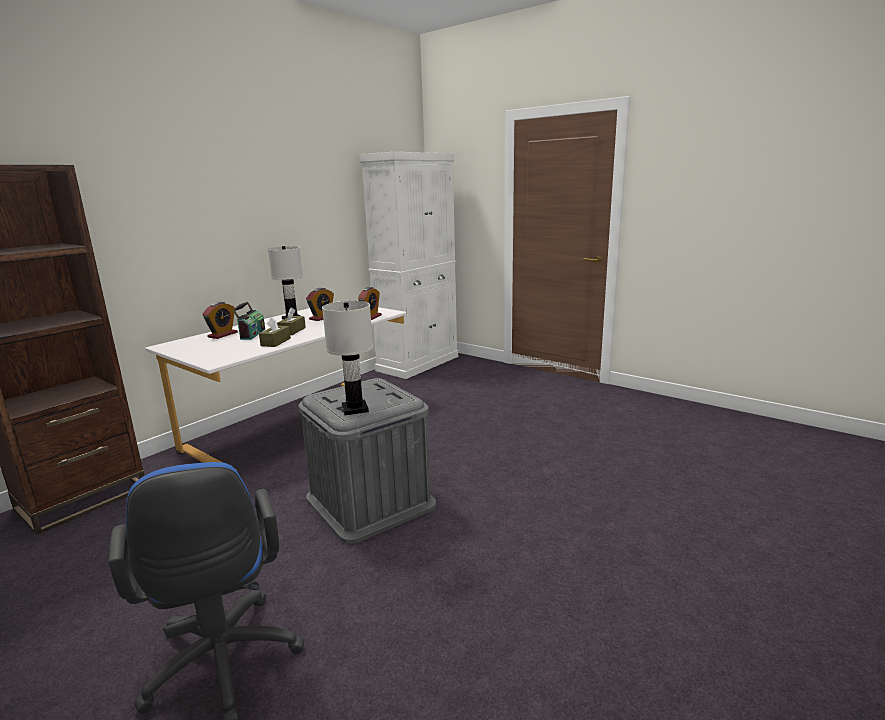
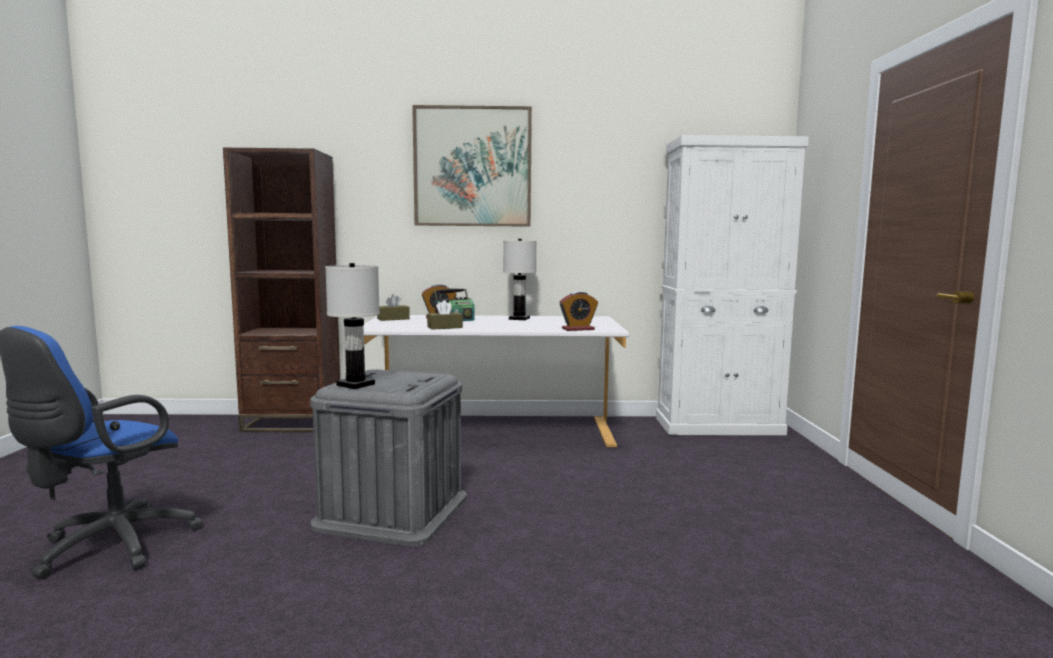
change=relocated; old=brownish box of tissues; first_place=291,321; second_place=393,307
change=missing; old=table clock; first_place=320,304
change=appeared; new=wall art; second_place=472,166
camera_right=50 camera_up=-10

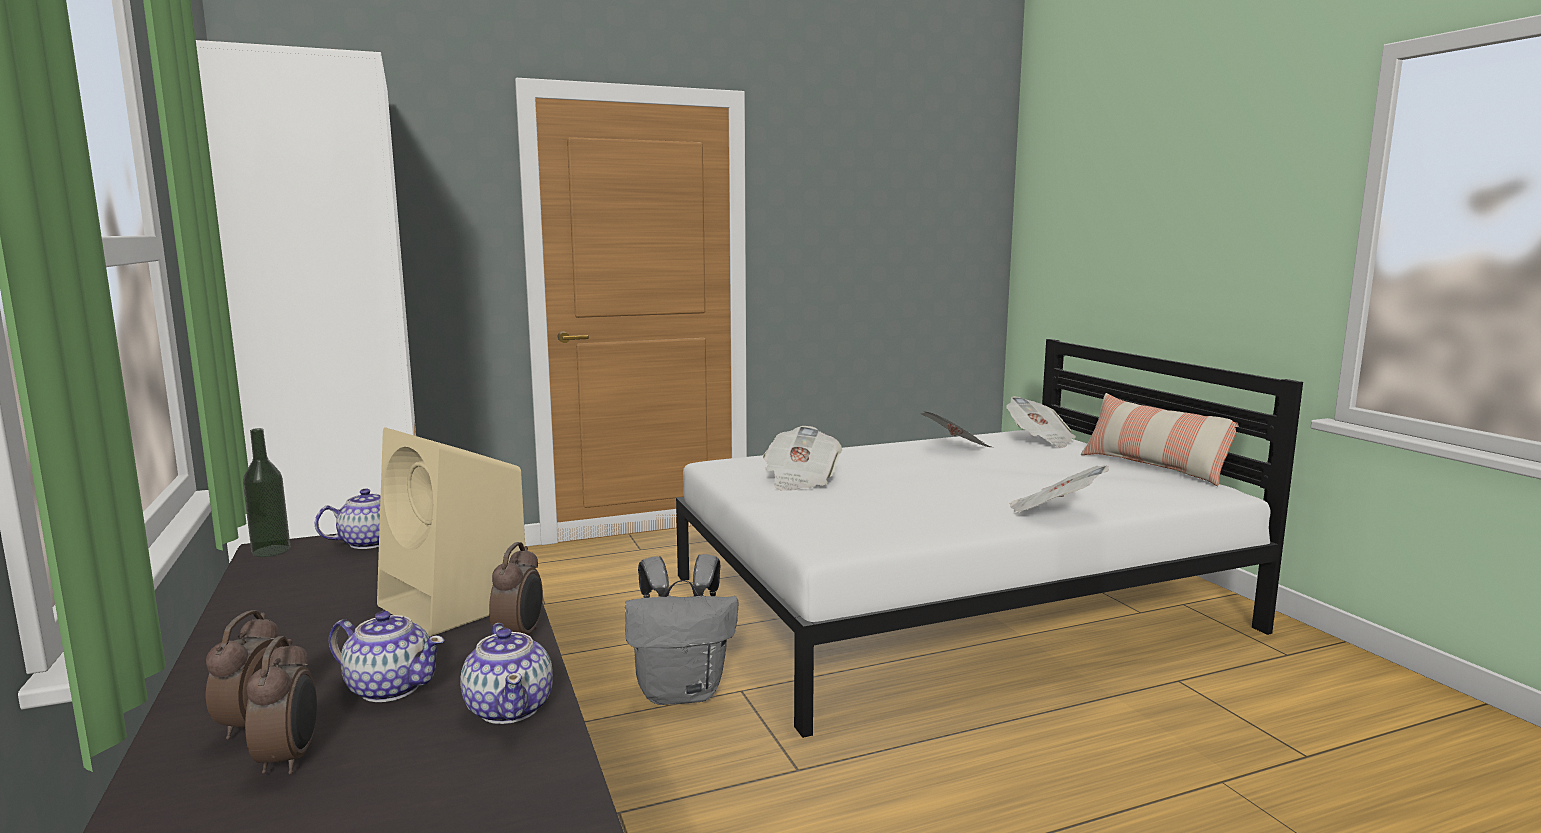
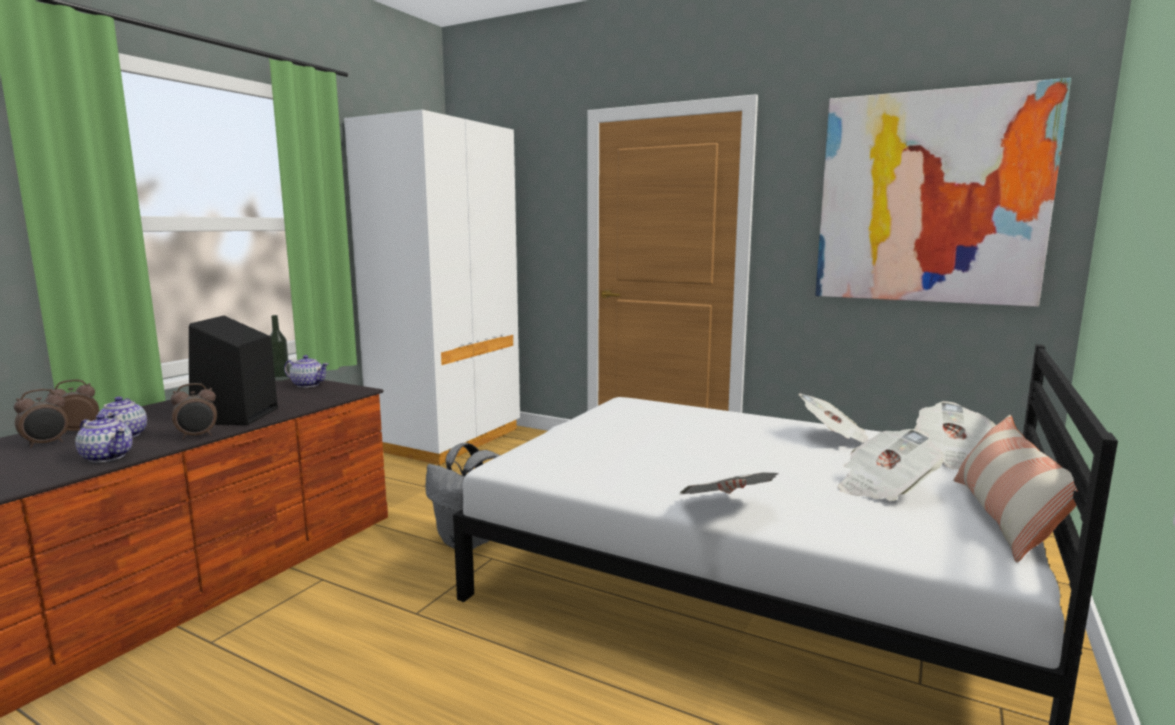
change=colour; old=sand-coloured speaker; new=black-coloured speaker; first_place=451,531; second_place=233,370
change=spun; old=tea pot; first_place=506,673; second_place=104,438; degrees=-90
change=relocated; old=newspaper; first_place=802,458; second_place=891,465
change=appeared; new=wall art; second_place=943,192
camera_right=50 camera_up=0

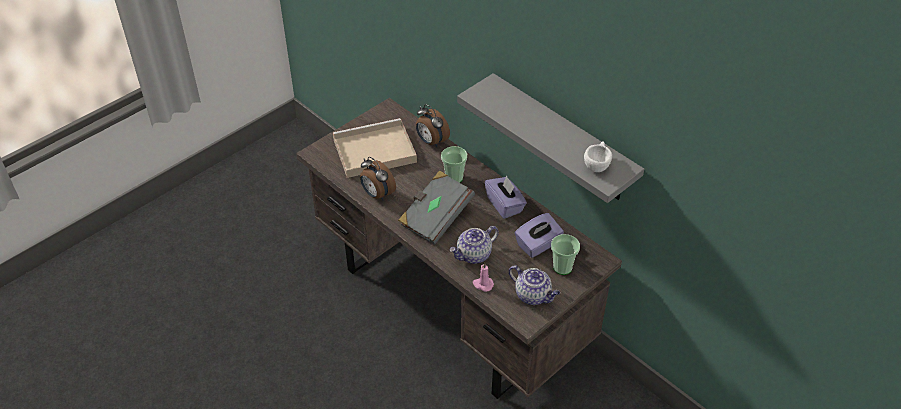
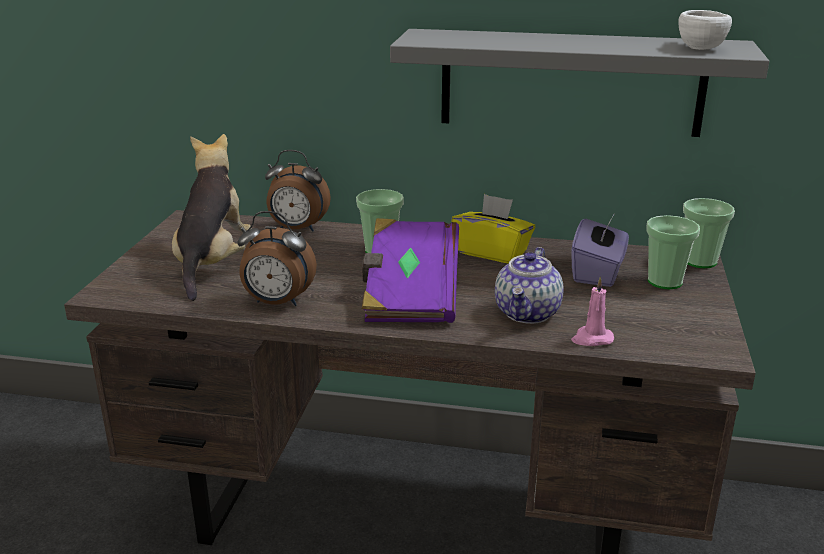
change=exchanged; old=sand-coloured carrying tray; new=plush toy; first_place=375,148; second_place=212,217
change=colour; old=gray volume; new=purplish volume; first_place=436,207; second_place=410,270
change=colour; old=purplish box of tissues; new=yellow-coloured box of tissues; first_place=506,197; second_place=493,228
change=missing; old=tea pot; first_place=534,285
change=appeared; new=cup; second_place=709,233
camera_right=-35 camera_up=-20

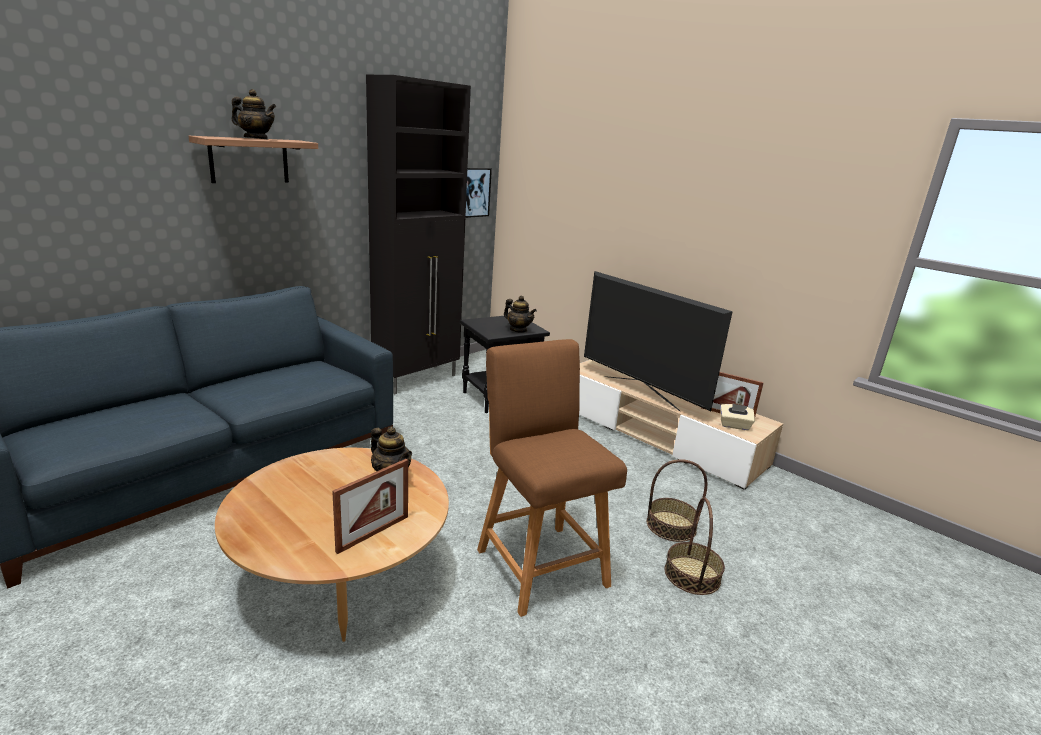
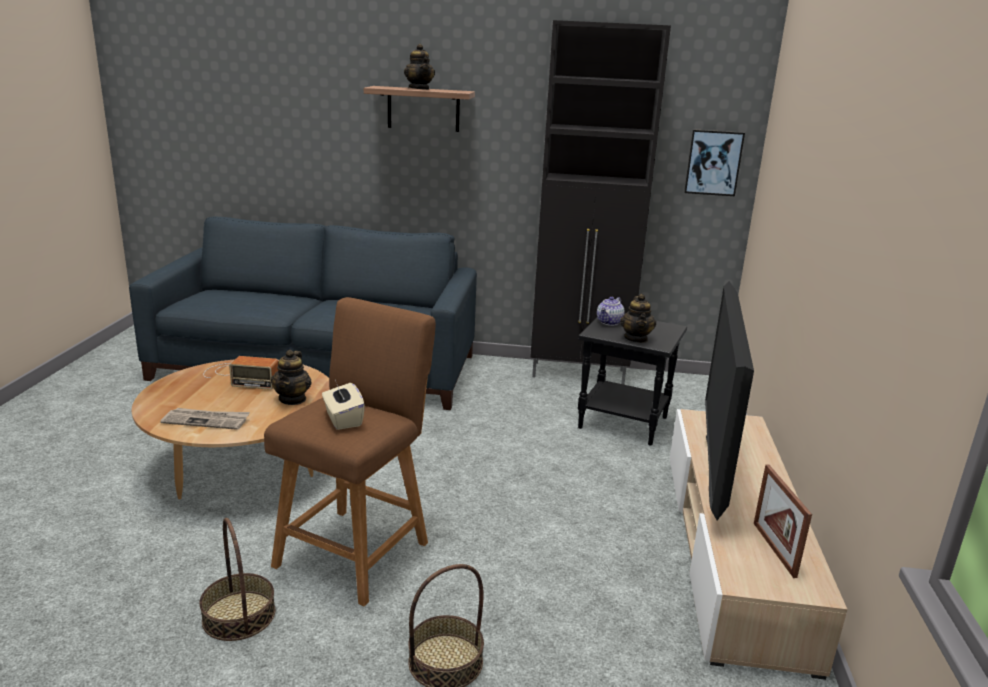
change=exchanged; old=photo frame; new=newspaper; first_place=370,506; second_place=205,419
change=relocated; old=basket; first_place=677,500; second_place=237,579
change=relocated; old=sand-coloured box of tissues; first_place=737,417; second_place=343,405
change=appeared; new=radio; second_place=241,373
change=appeared; new=tea pot; second_place=611,311
camera_right=55 camera_up=0

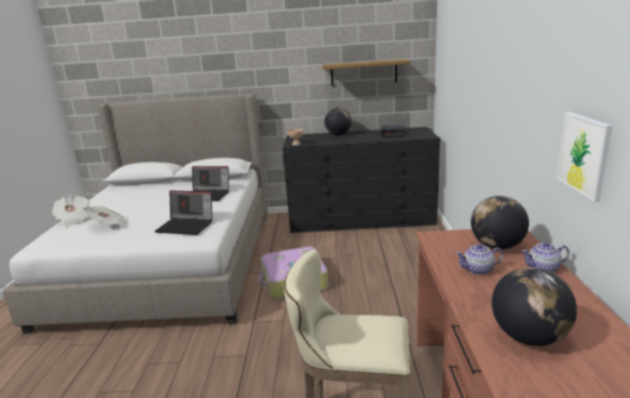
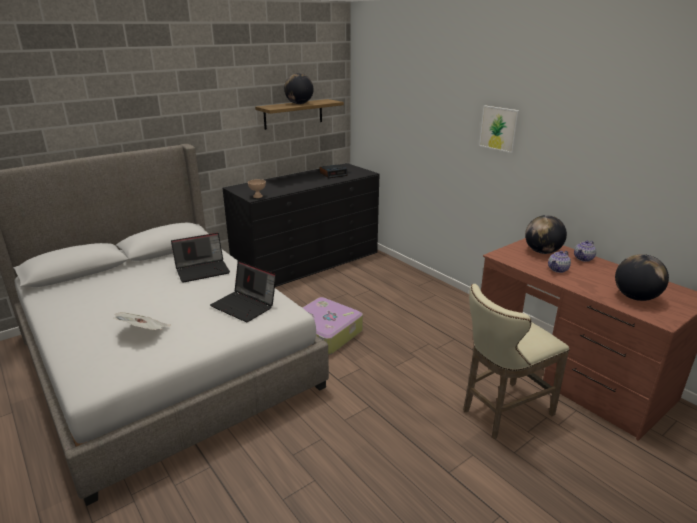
change=missing; old=newspaper; first_place=71,210
change=spun; old=notebook computer; first_place=183,212; second_place=243,291; degrees=60
change=relocated; old=desk globe; first_place=338,121; second_place=298,88
change=relocated; old=wall art; first_place=584,157; second_place=499,129
camera_right=-40 camera_up=5

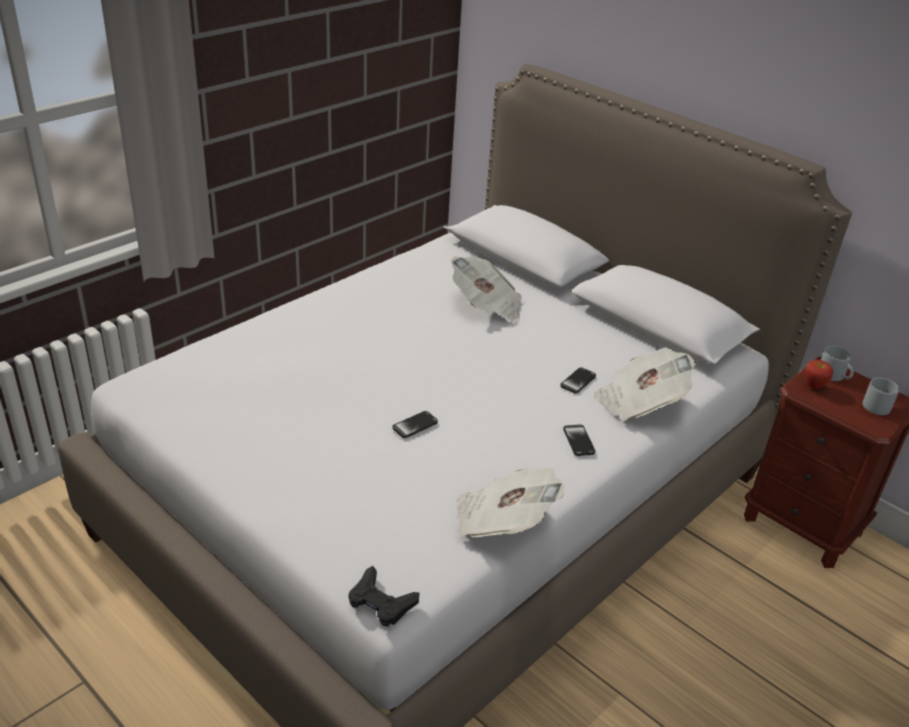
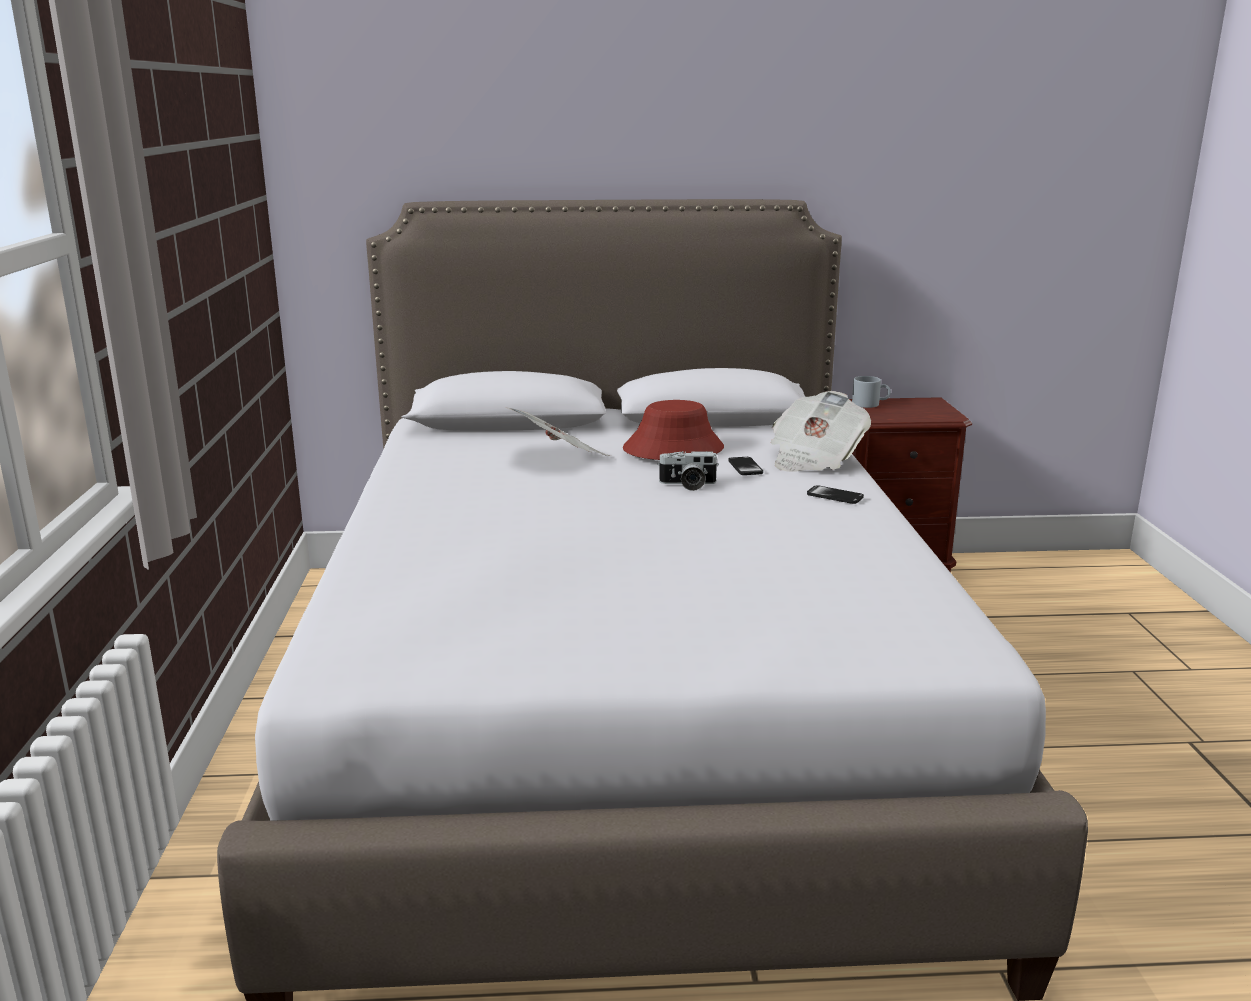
change=missing; old=black-coloured gamepad; first_place=383,596
change=missing; old=handset; first_place=415,424
change=missing; old=newspaper; first_place=510,502
change=missing; old=whole apple; first_place=819,374
change=missing; old=gray tea mug; first_place=881,396
change=appeared; new=reddish clothing hat; second_place=673,430
change=appeared; new=photo camera; second_place=688,471
camera_right=-45 camera_up=-15

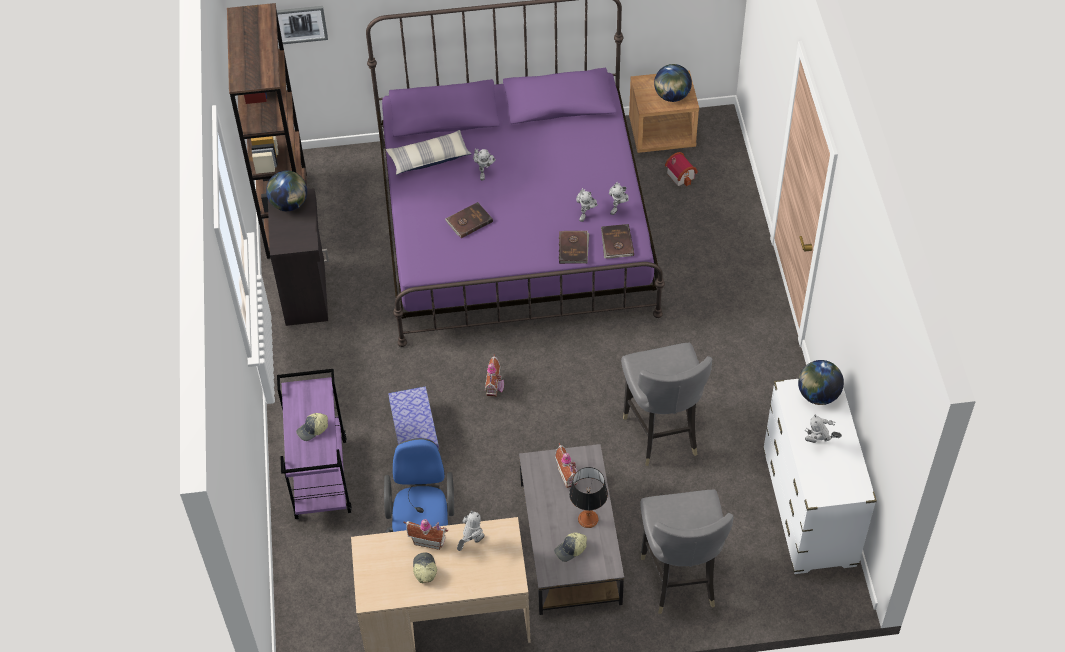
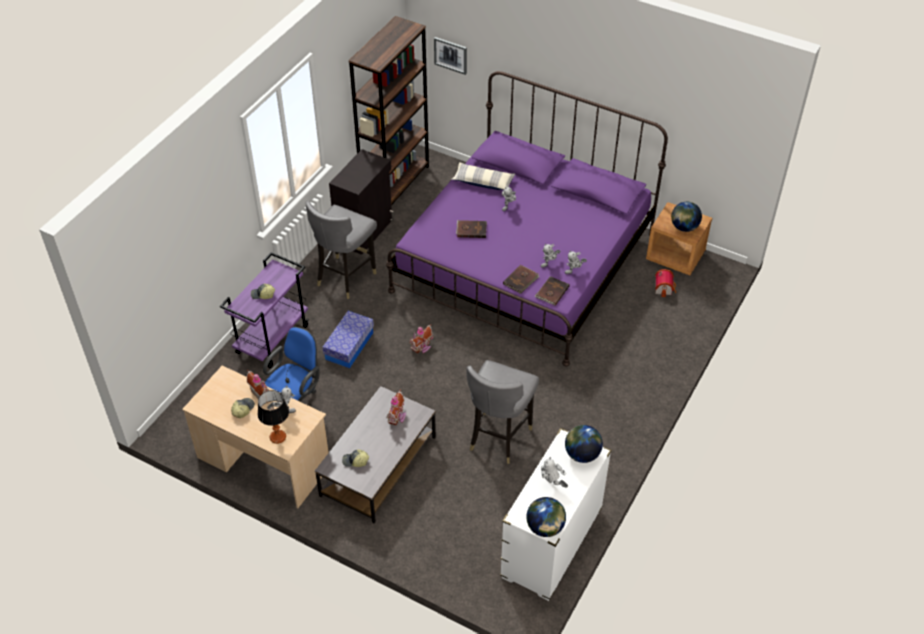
change=relocated; old=desk globe; first_place=286,190; second_place=546,517
change=relocated; old=table lamp; first_place=588,497; second_place=273,417
change=relocated; old=gray plain chair; first_place=686,552; second_place=341,250
camera_right=35 camera_up=-5

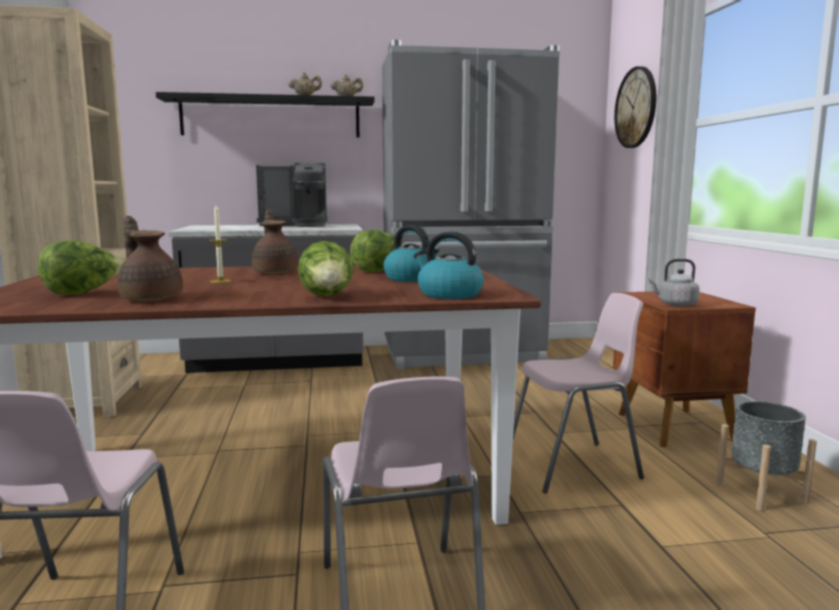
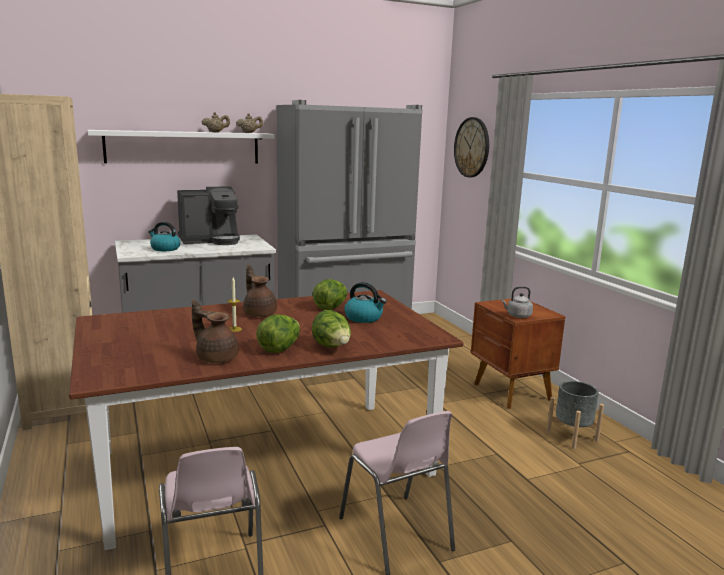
change=relocated; old=head of lettuce; first_place=81,267; second_place=278,333
change=colour; old=black-coloured wall shelf; new=white wall shelf; first_place=265,114; second_place=181,146
change=relocated; old=tea kettle; first_place=449,265; second_place=164,236
change=missing; old=pink-coloured plain chair; first_place=578,393
camera_right=-15 camera_up=5

